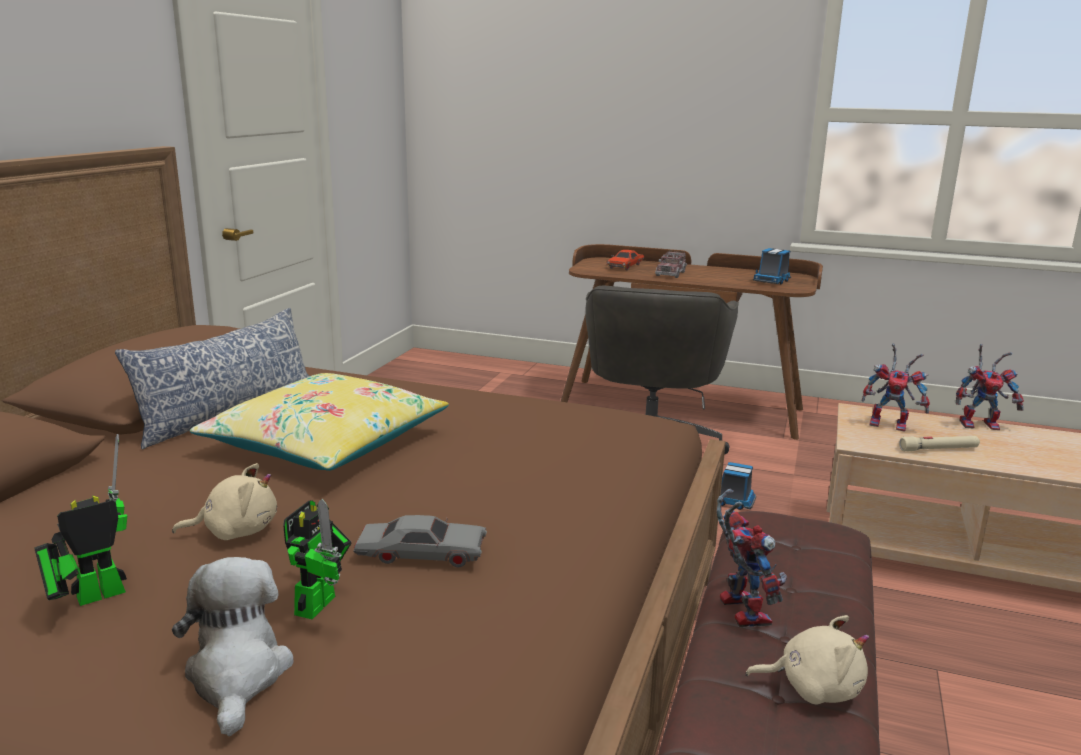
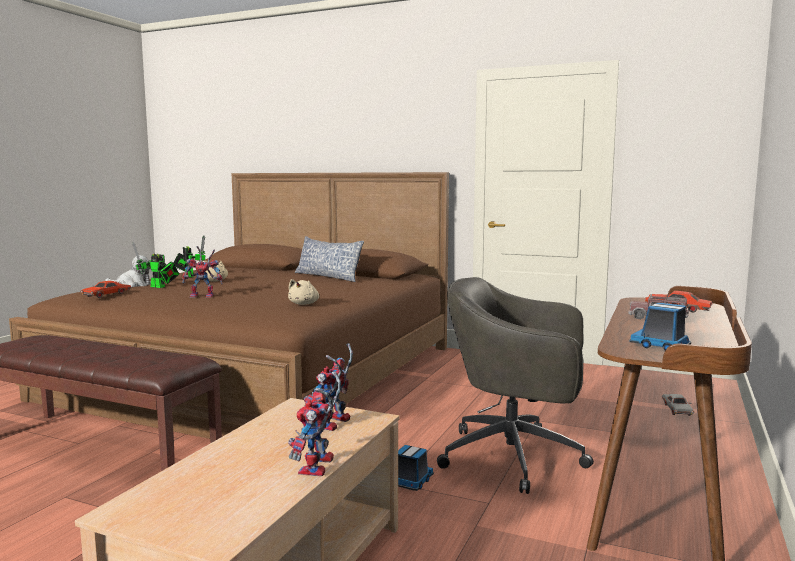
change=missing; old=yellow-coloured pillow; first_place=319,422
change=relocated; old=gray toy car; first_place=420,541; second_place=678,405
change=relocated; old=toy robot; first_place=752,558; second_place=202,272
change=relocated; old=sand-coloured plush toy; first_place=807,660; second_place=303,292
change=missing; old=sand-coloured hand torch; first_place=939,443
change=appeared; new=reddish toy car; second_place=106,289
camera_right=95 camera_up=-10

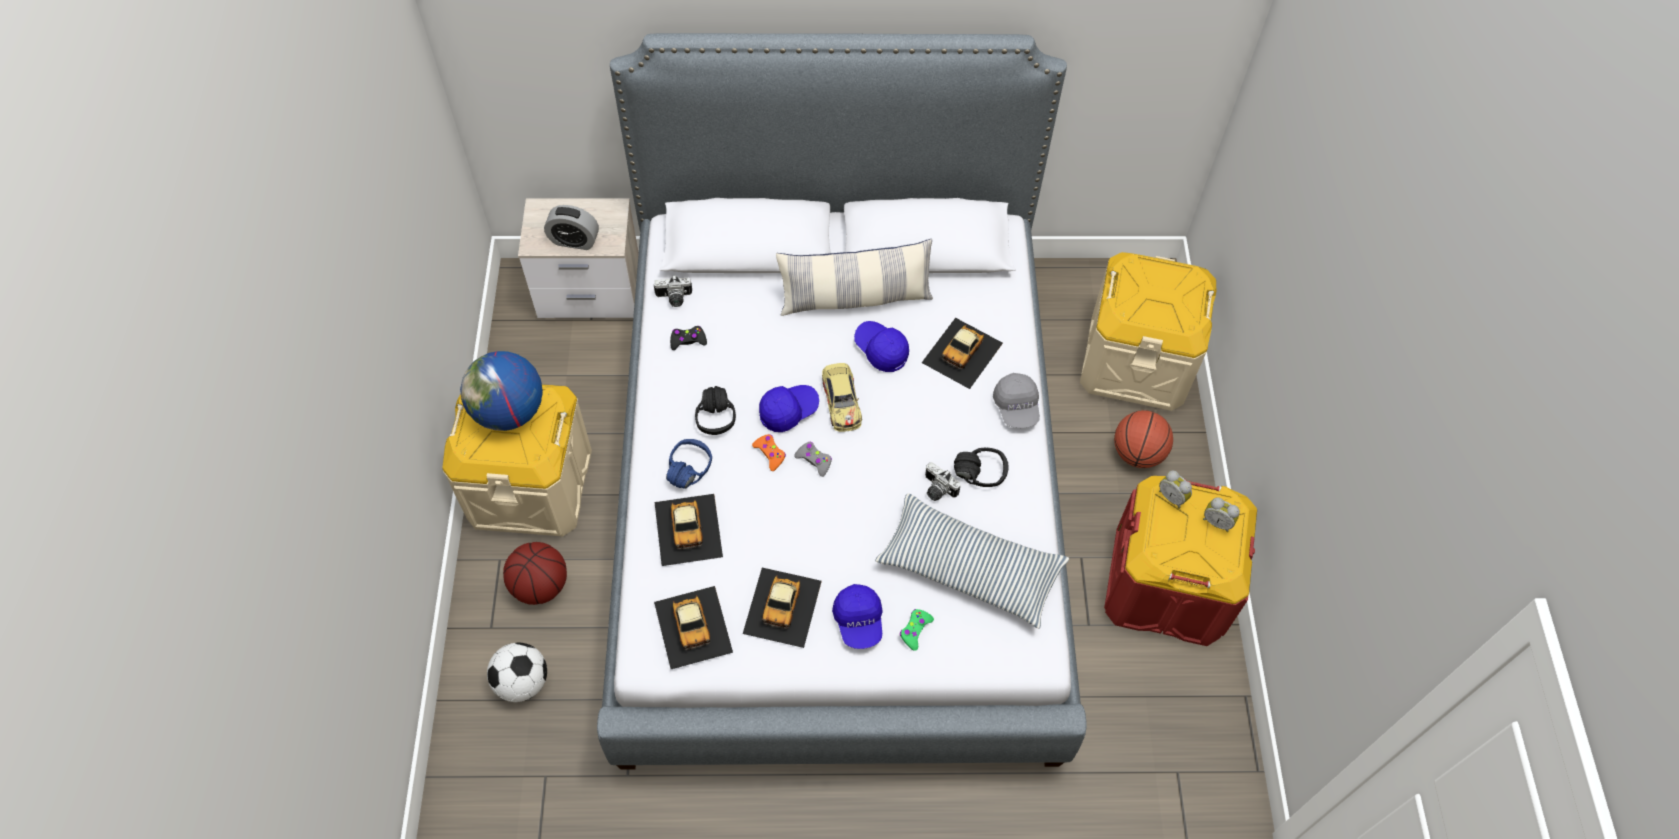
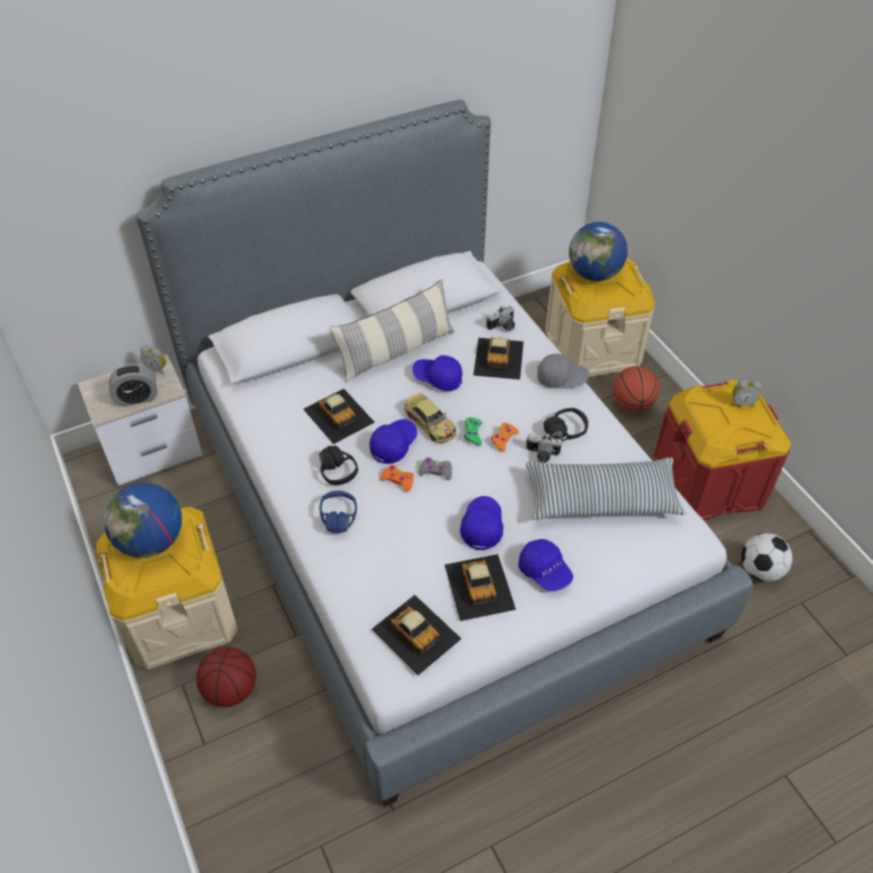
change=relocated; old=football; first_place=517,672; second_place=767,557
change=relocated; old=photo camera; first_place=673,291; second_place=500,318
change=relocated; old=toy car; first_place=689,530; second_place=339,416
change=missing; old=black-coloured gamepad; first_place=688,338
change=relocated; old=greenish gamepad; first_place=917,630; second_place=473,431
change=spun; old=gray cap; first_place=1016,400; second_place=563,370; degrees=-45
change=relocated; old=table clock; first_place=1175,489; second_place=153,360
change=appeared; new=blue cap; second_place=481,523
change=appeared; new=orange-coloured gamepad; second_place=505,437
change=appeared; new=desk globe; second_place=598,251
camera_right=-25 camera_up=-10

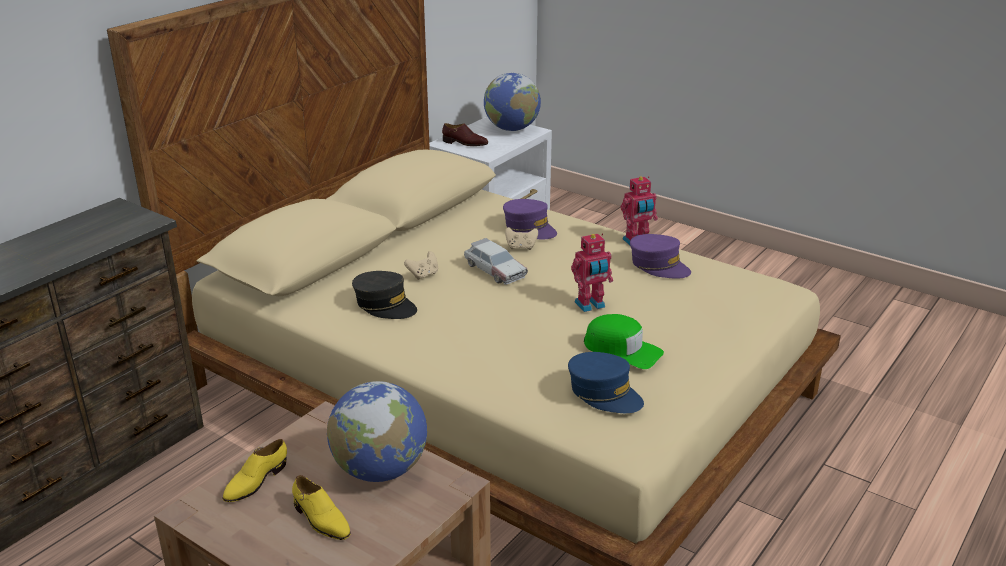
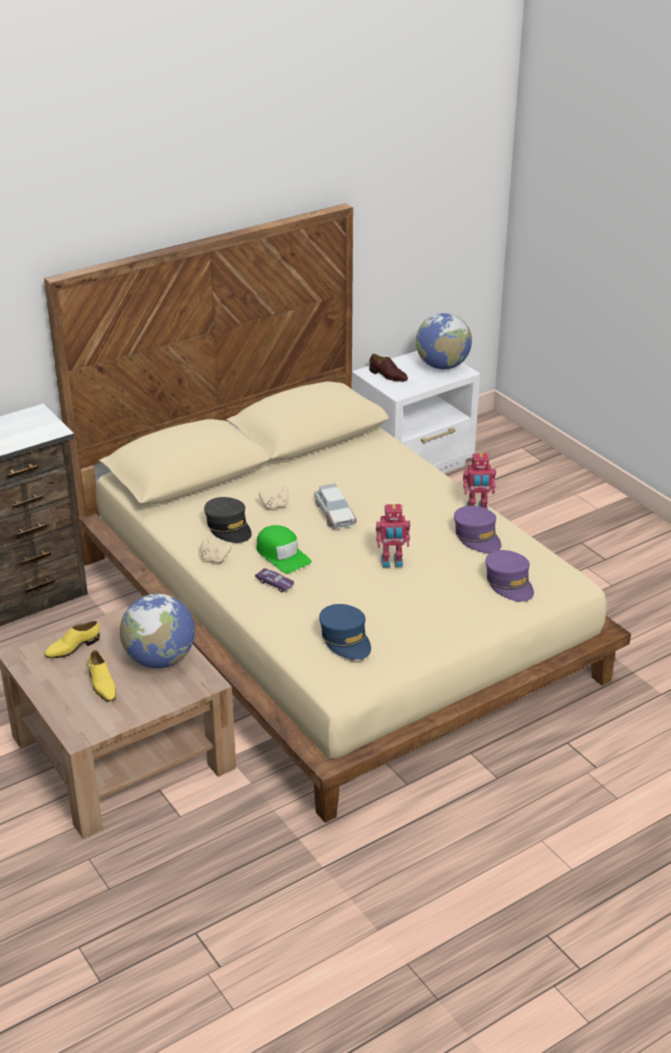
change=relocated; old=purplish cap; first_place=530,219; second_place=509,576
change=relocated; old=sand-coloured gamepad; first_place=521,238; second_place=216,551
change=relocated; old=greenish cap; first_place=624,341; second_place=284,549
change=appeared; new=purplish toy car; second_place=274,580
camera_right=20 camera_up=5

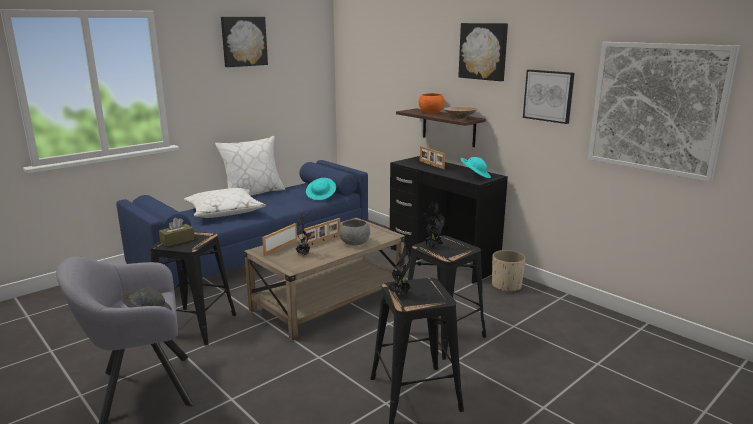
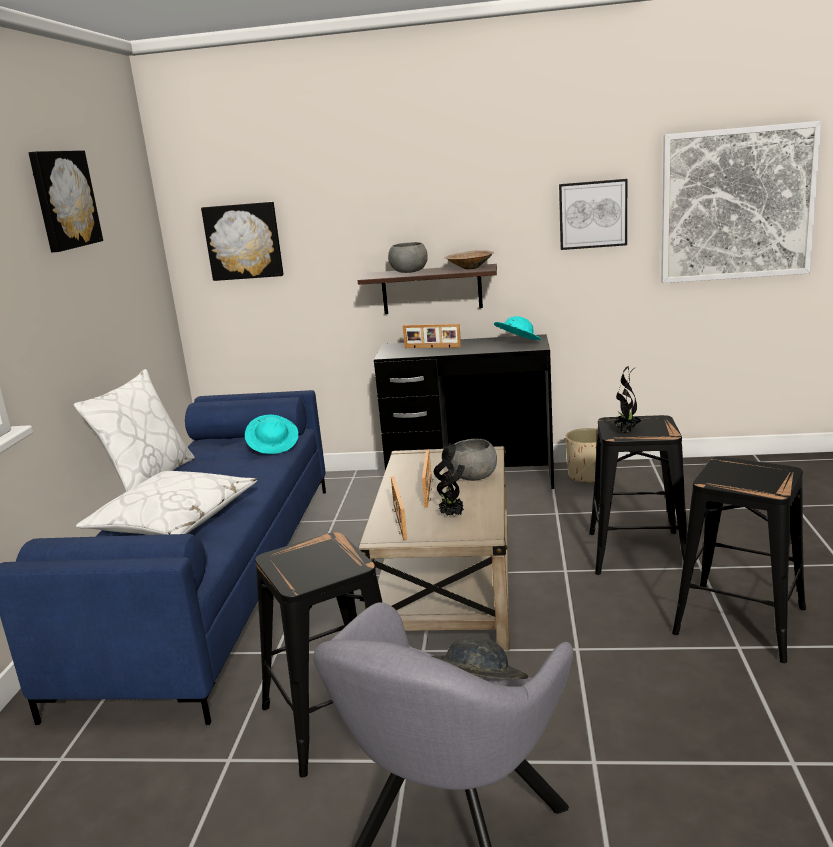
change=missing; old=brownish box of tissues; first_place=176,232
change=missing; old=potted plant; first_place=399,266
change=colour; old=orange-coloured deep dish; new=gray deep dish; first_place=432,103; second_place=408,257
change=relocated; old=wall art; first_place=483,52; second_place=242,241
camera_right=-40 camera_up=0

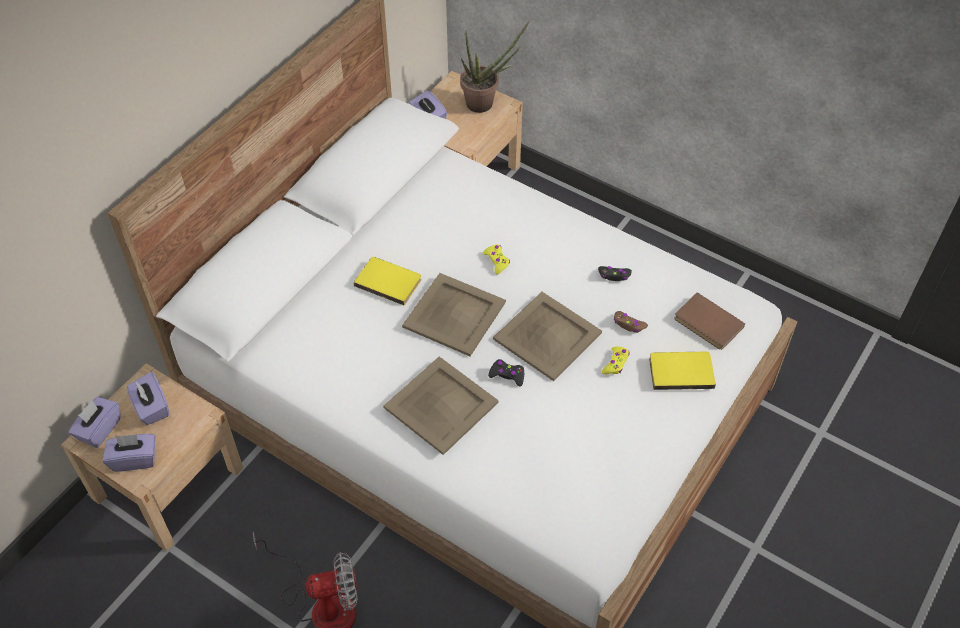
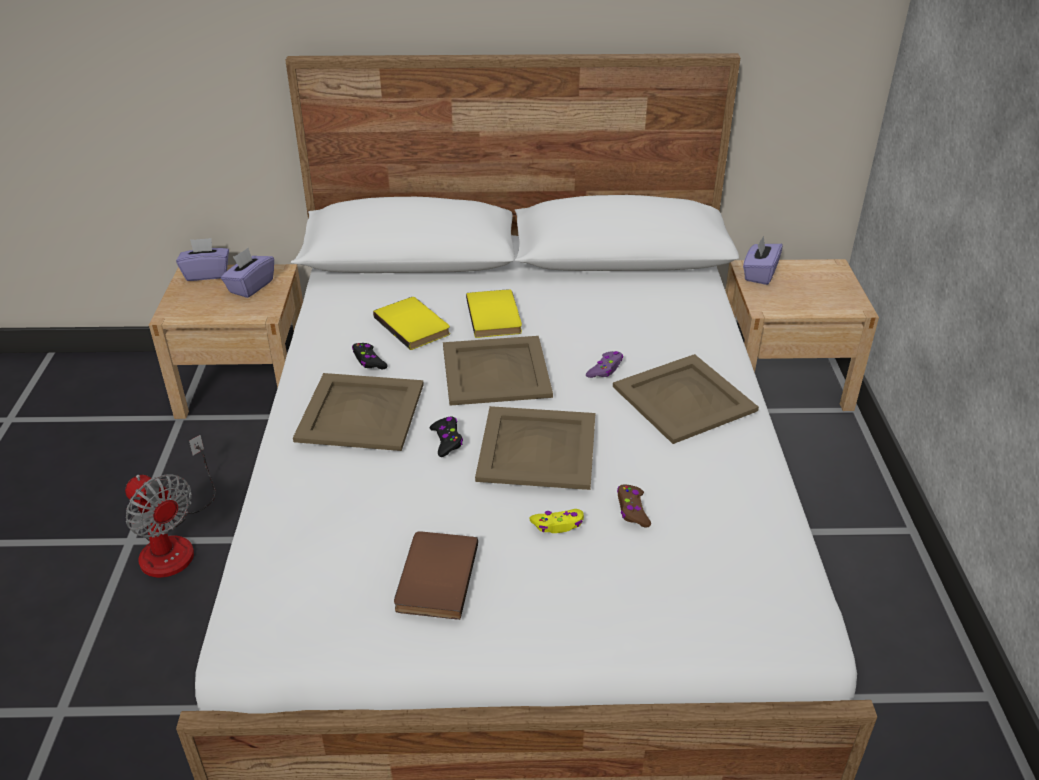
change=missing; old=purplish box of tissues; first_place=129,453
change=missing; old=potted plant; first_place=494,67
change=colour; old=yellow-coloured gamepad; new=purplish gamepad; first_place=496,259; second_place=604,364
change=relocated; old=black-coloured gamepad; first_place=615,273; second_place=370,356
change=relocated; old=yellow-coloured volume; first_place=682,371; second_place=411,323
change=relocated; old=brownish volume; first_place=709,321; second_place=436,575
change=appeared; new=sand-coloured carrying tray; second_place=686,399
camera_right=55 camera_up=-15

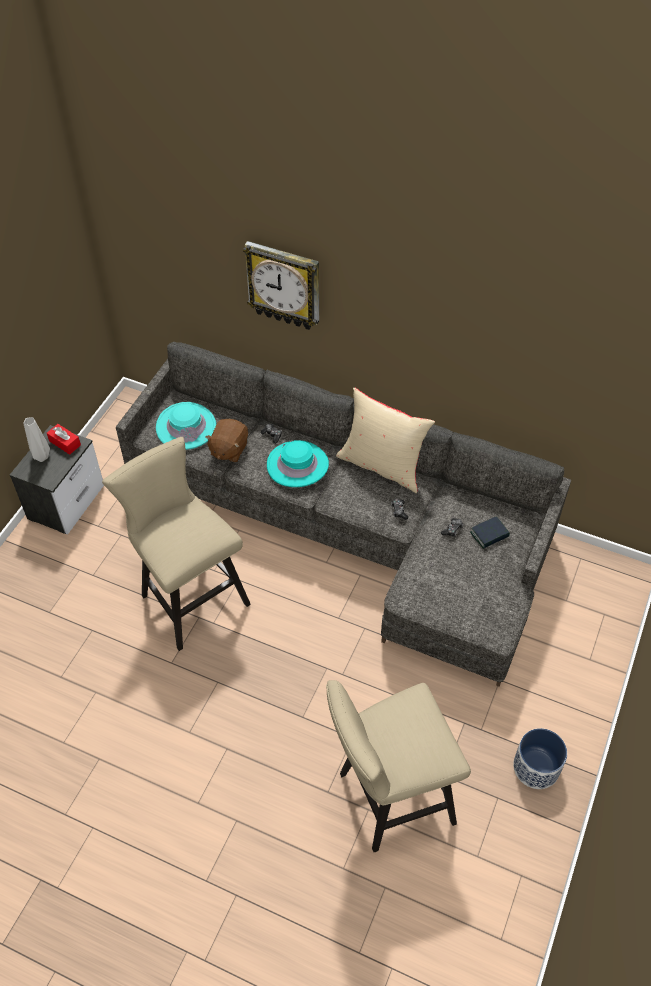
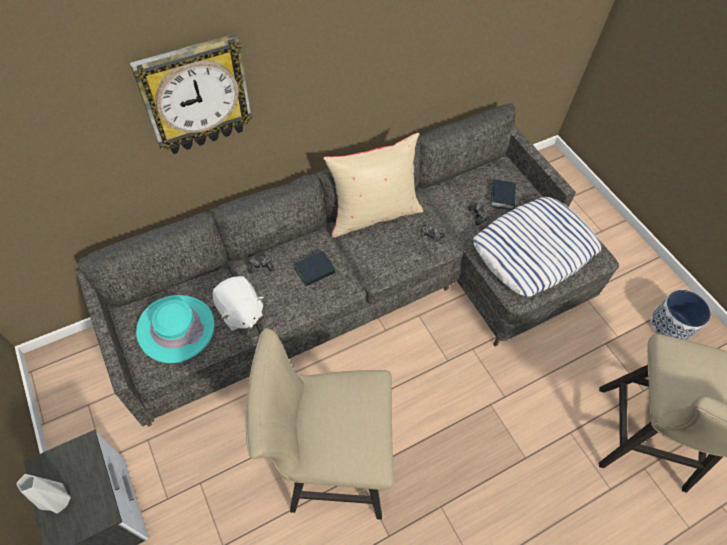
change=missing; old=reddish box of tissues; first_place=64,439
change=colour; old=brownish plush toy; new=white plush toy; first_place=226,440; second_place=238,303
change=exchanged; old=turquoise clothing hat; new=volume; first_place=298,463; second_place=315,268
change=appeared; new=pillow; second_place=537,247
camera_right=-55 camera_up=5

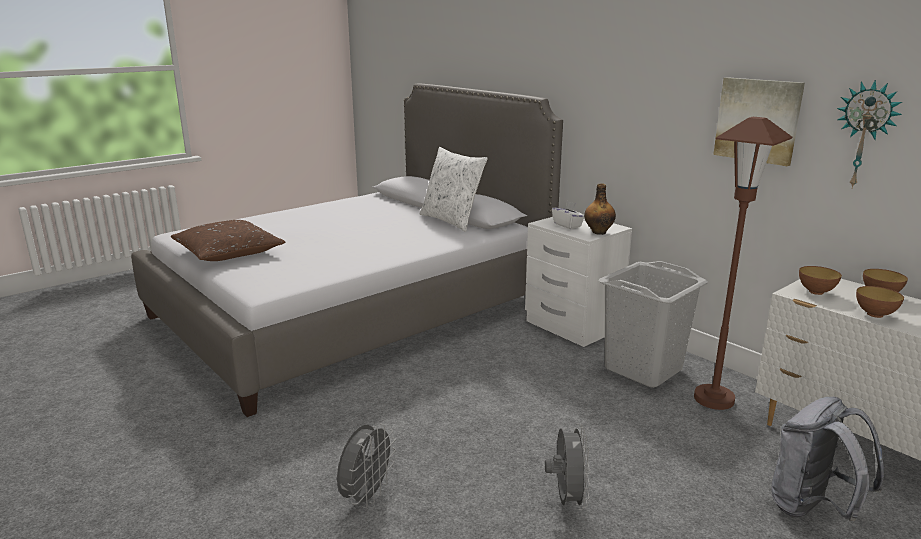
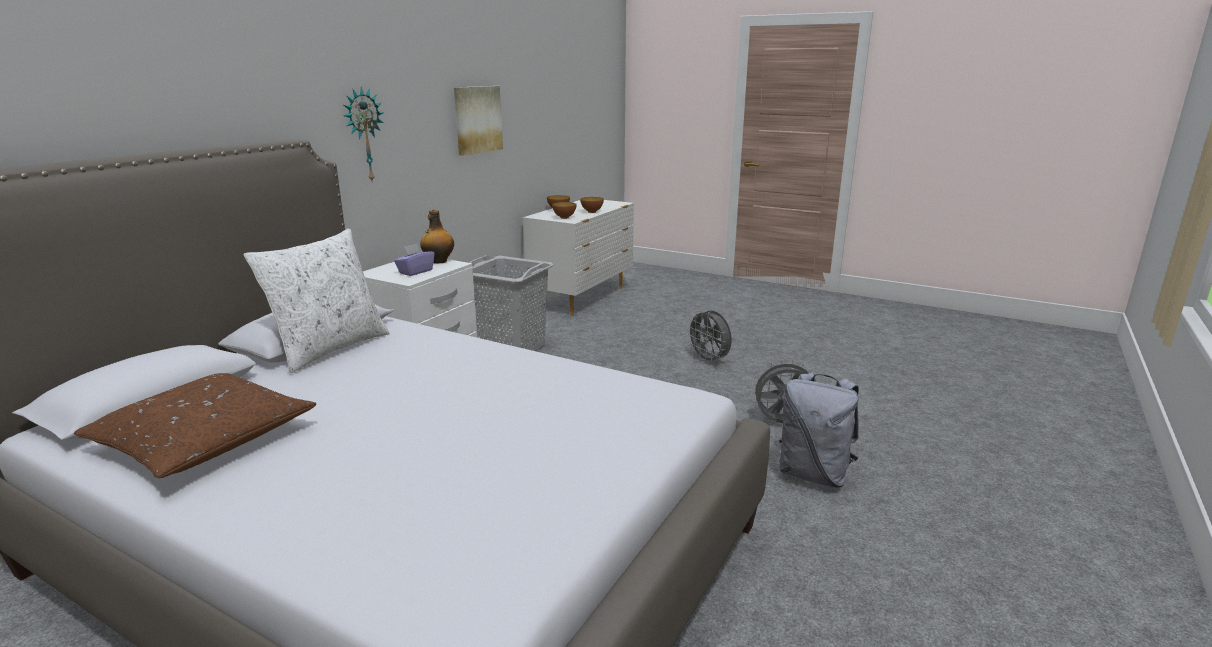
change=relocated; old=brownish pillow; first_place=228,240; second_place=195,425
change=spun; old=gray fan; first_place=568,466; second_place=709,336; degrees=-105
change=colour; old=white box of tissues; new=purplish box of tissues; first_place=568,215; second_place=414,260
change=missing; old=brownish standard lamp; first_place=743,263
change=relocated; old=gray rucksack; first_place=827,459; second_place=819,430
change=relocated; old=wall clock; first_place=869,134; second_place=363,135
camera_right=-110 camera_up=0

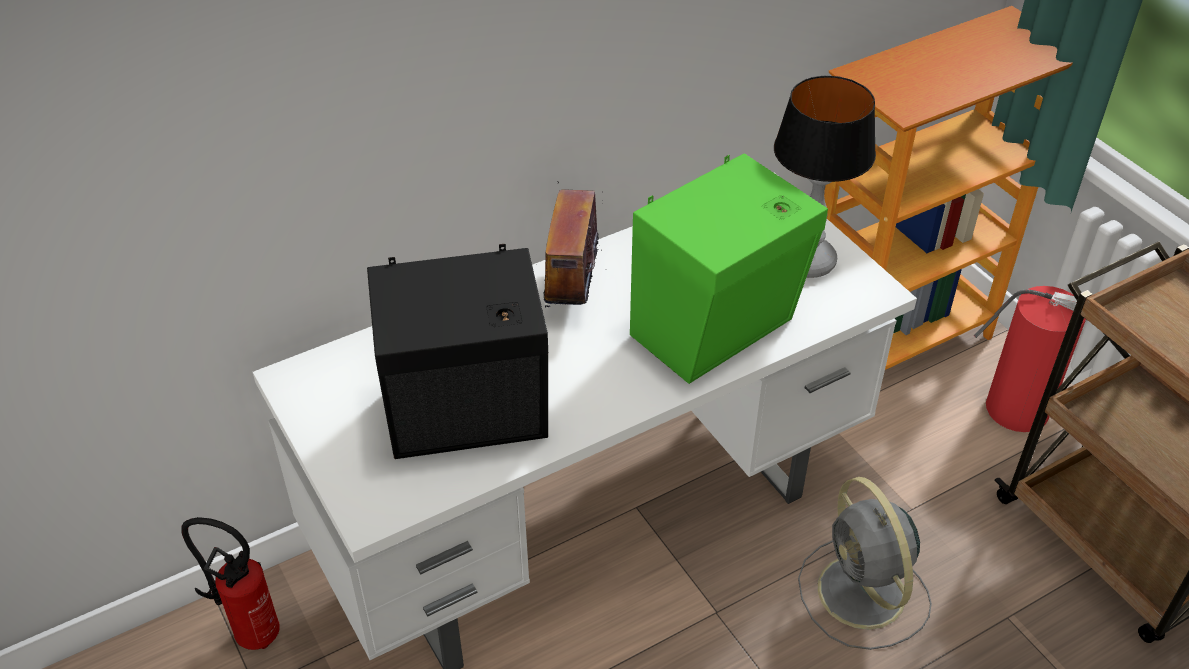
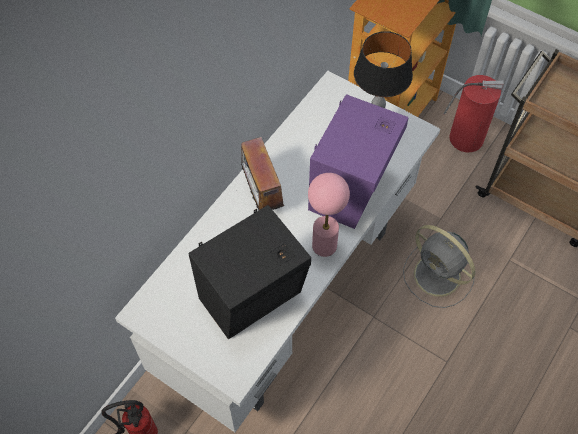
change=colour; old=greenish speaker; new=purplish speaker; first_place=729,269; second_place=358,161
change=appeared; new=pink-coloured table lamp; second_place=329,215
camera_right=-25 camera_up=15

